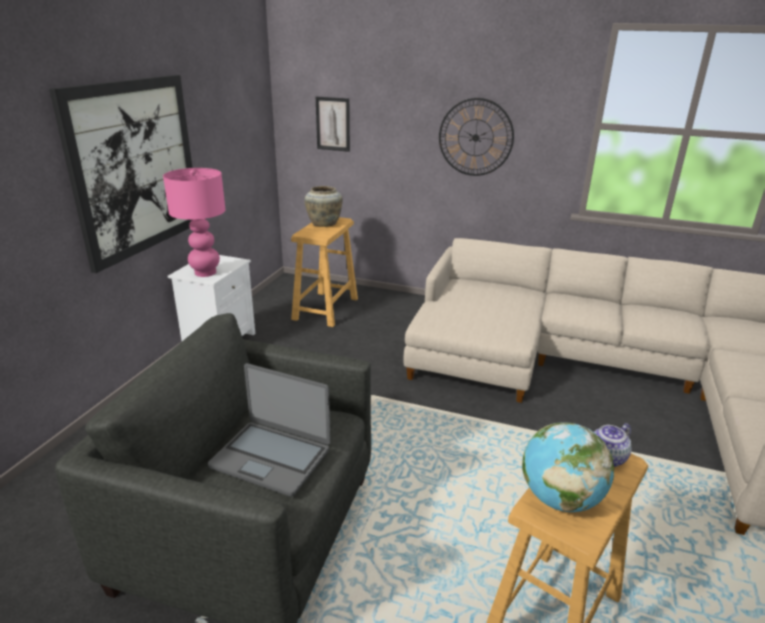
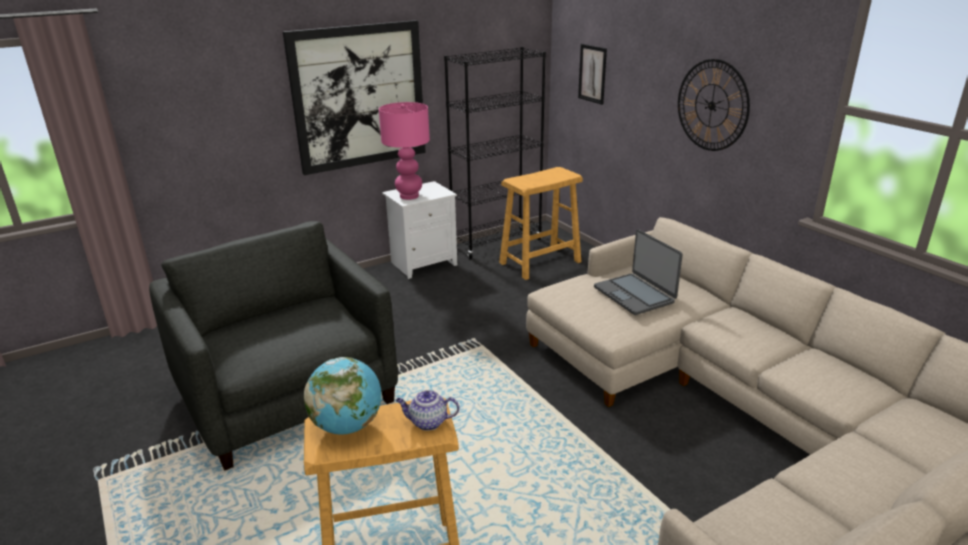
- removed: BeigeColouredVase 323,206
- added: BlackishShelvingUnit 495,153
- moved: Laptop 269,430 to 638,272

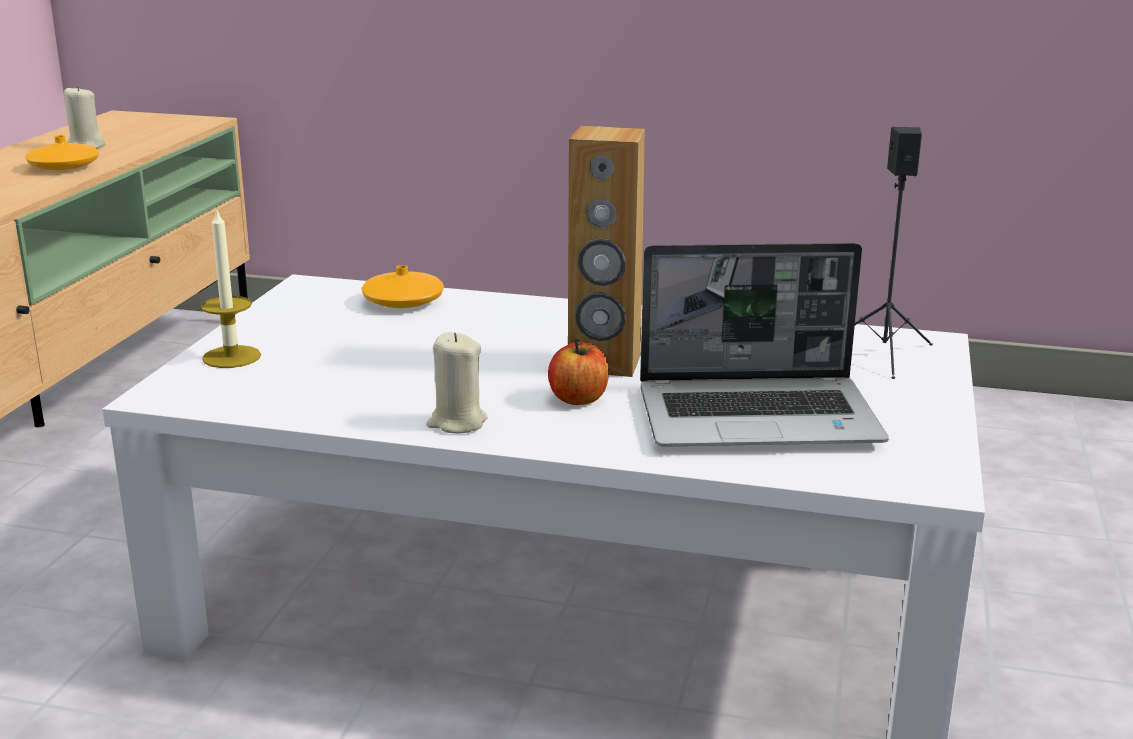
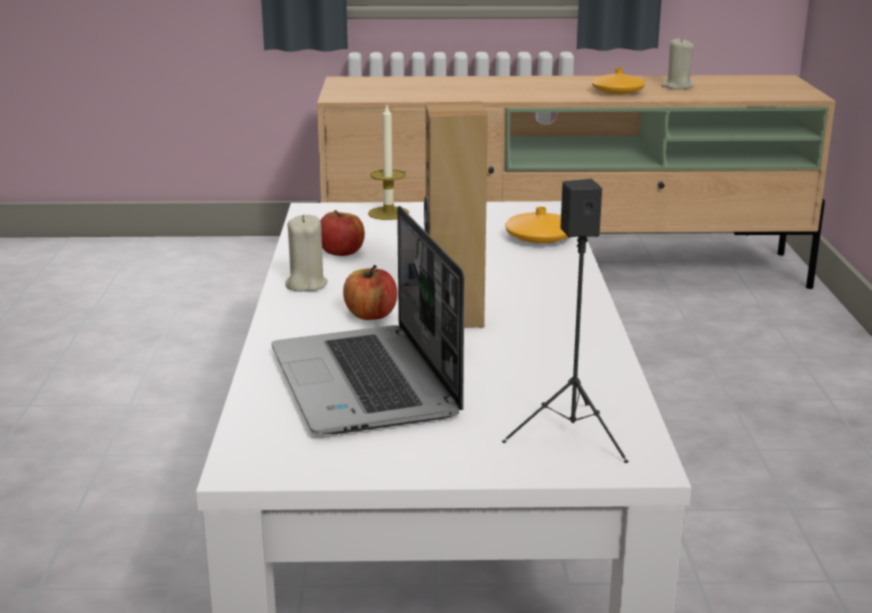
- added: WholeApple 342,233

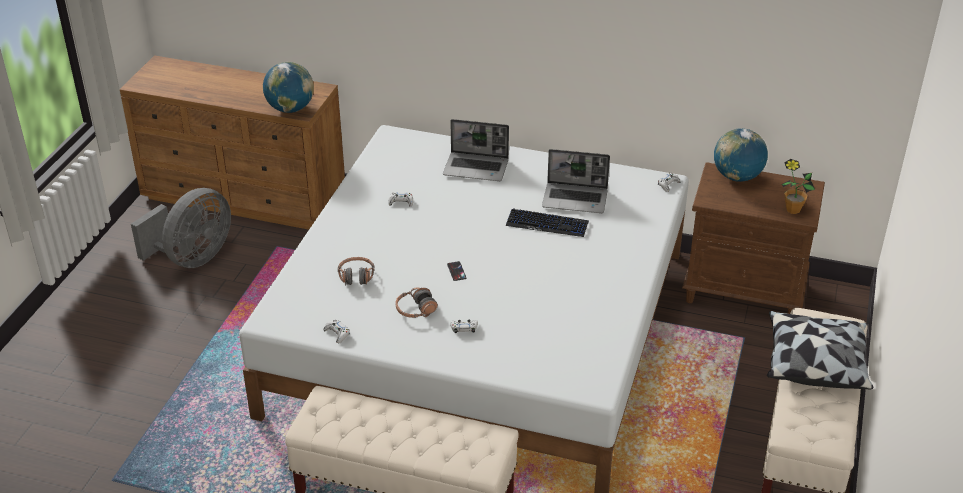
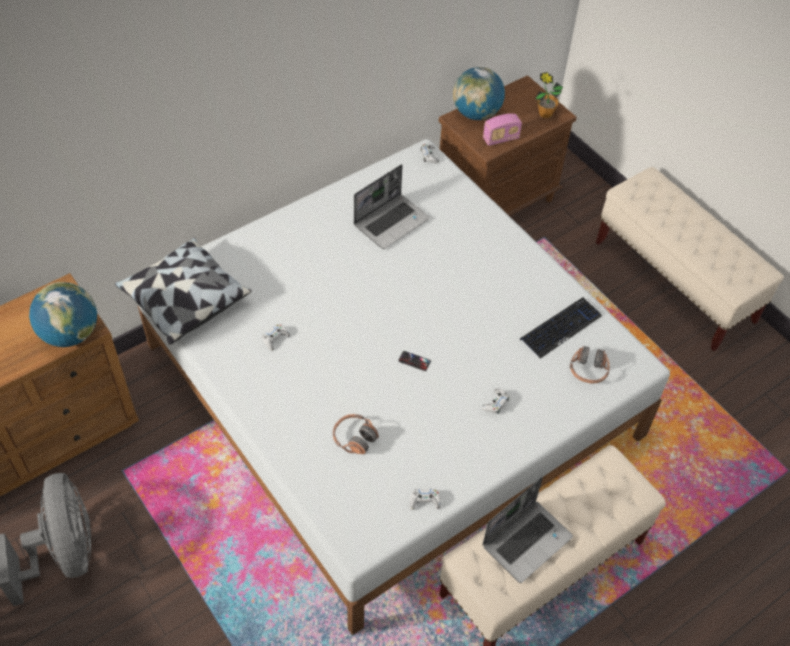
- added: Radio 502,130
- moved: PairOfHeadphones 417,303 to 590,364
- moved: Laptop 476,150 to 527,530
- moved: ComputerKeyboard 547,222 to 561,328
- moved: ThrowPillow 820,350 to 183,291

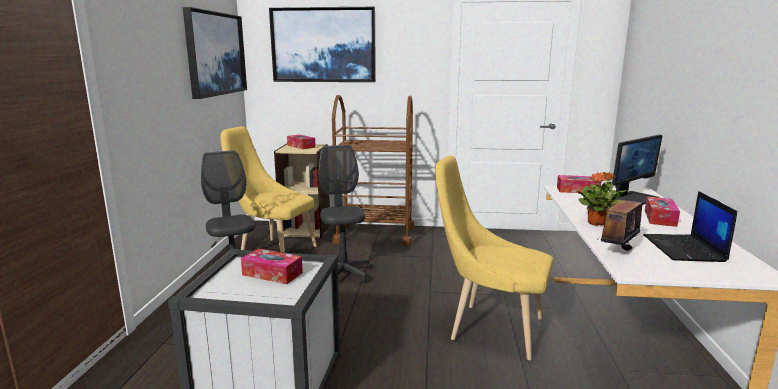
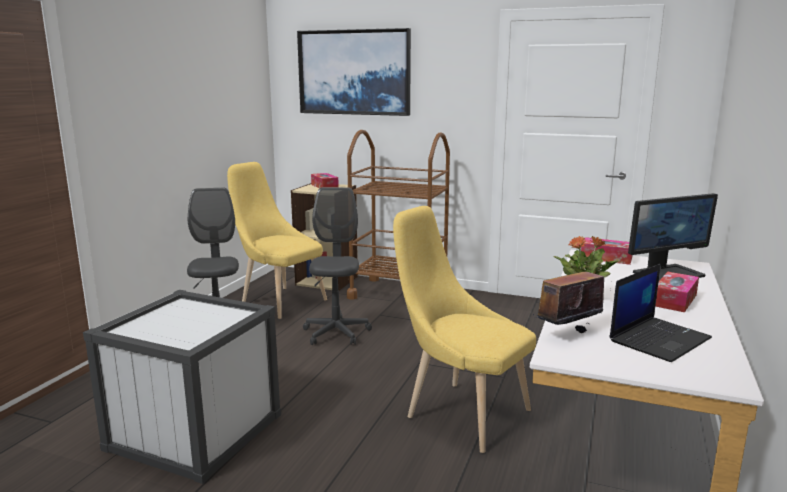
- removed: WallPicture 215,53
- removed: TissueBox 272,266
- turned: Laptop 690,226 = 660,313 150 degrees counterclockwise

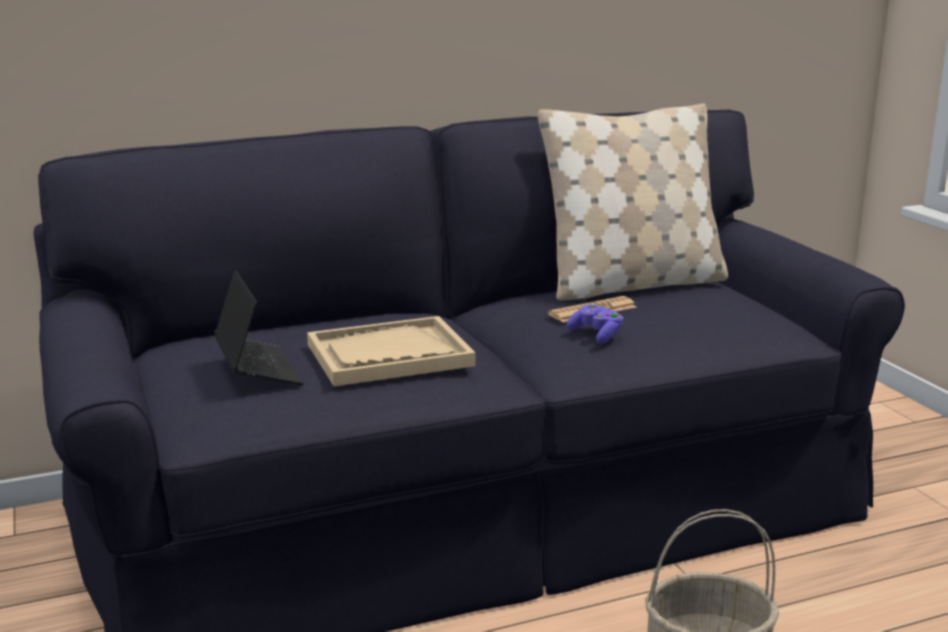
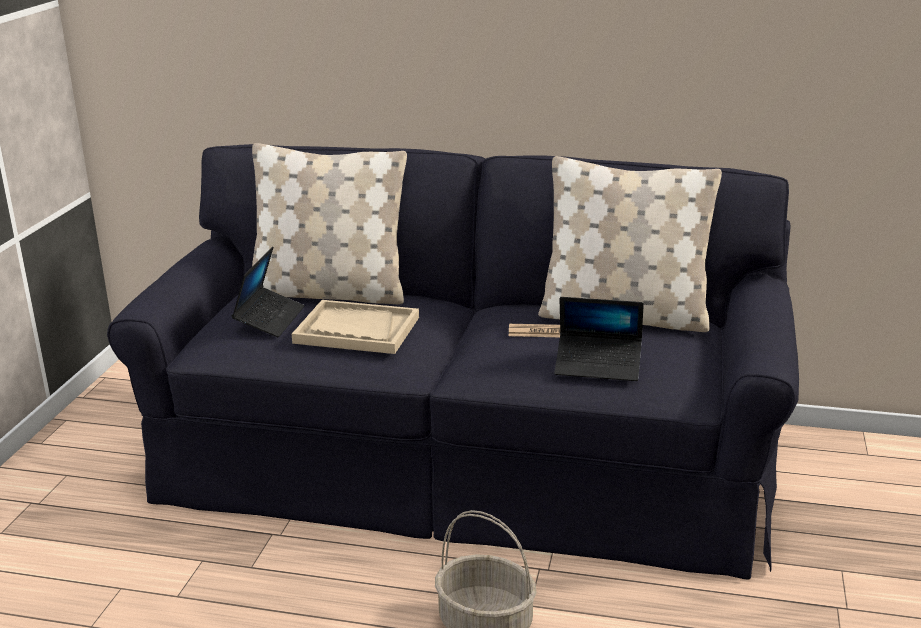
- removed: PurpleColouredJoypad 595,323
- added: BeigeColouredThrowPillow 329,224
- added: Laptop 599,339

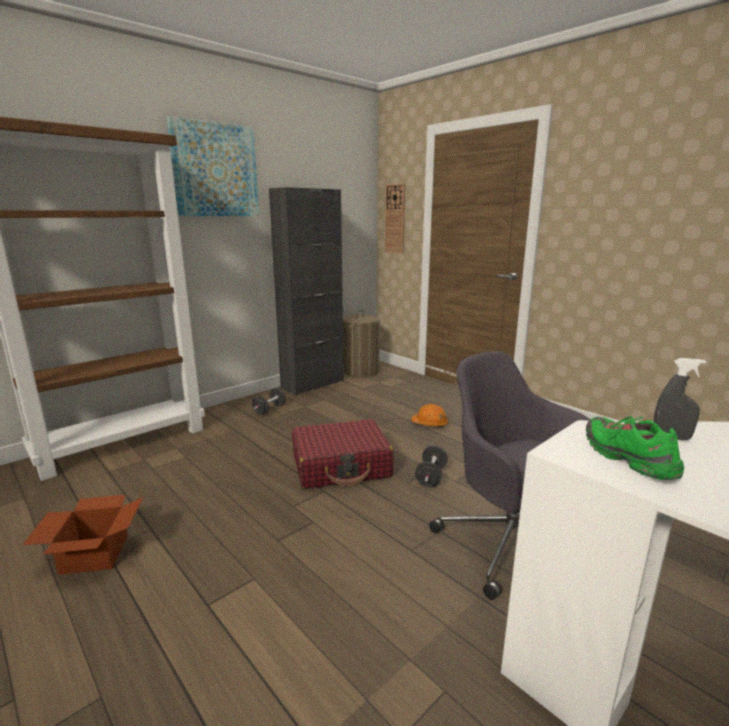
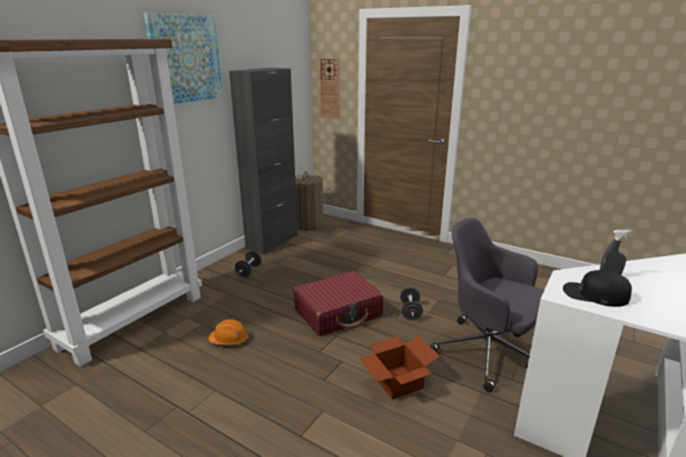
- moved: CardboardBox 83,535 to 399,368
- moved: OrangeHardHat 429,415 to 228,332
- replaced: GreenColouredShoe 635,448 to BlackishBaseballCap 597,288

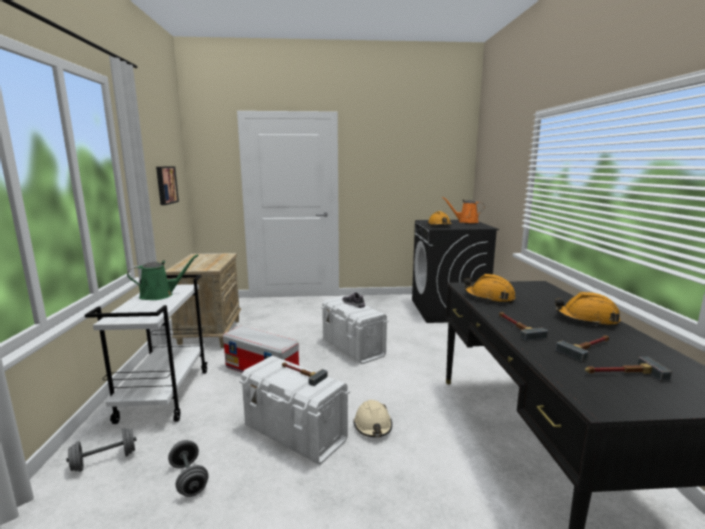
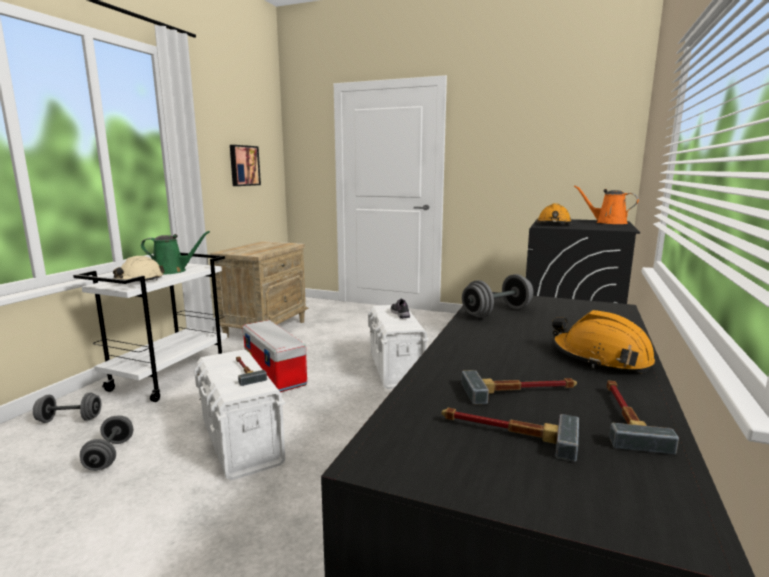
- moved: BeigeColouredHardHat 372,418 to 139,268
- moved: Hammer 523,326 to 643,417
- replaced: OrangeHardHat 490,288 to GreyHandWeight 497,296

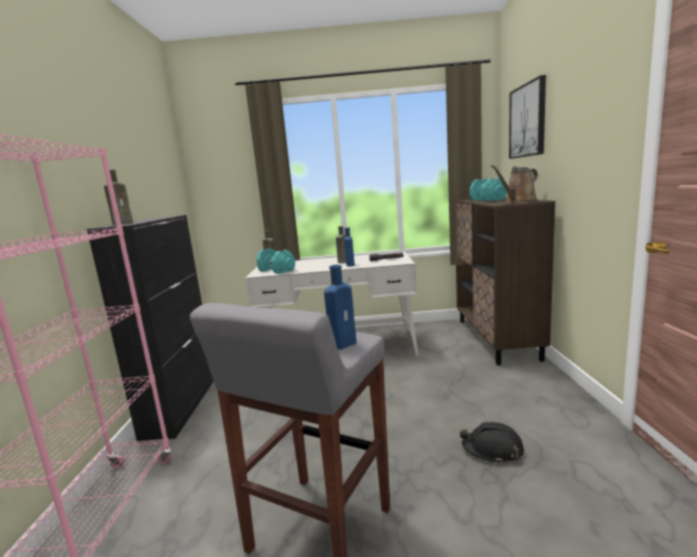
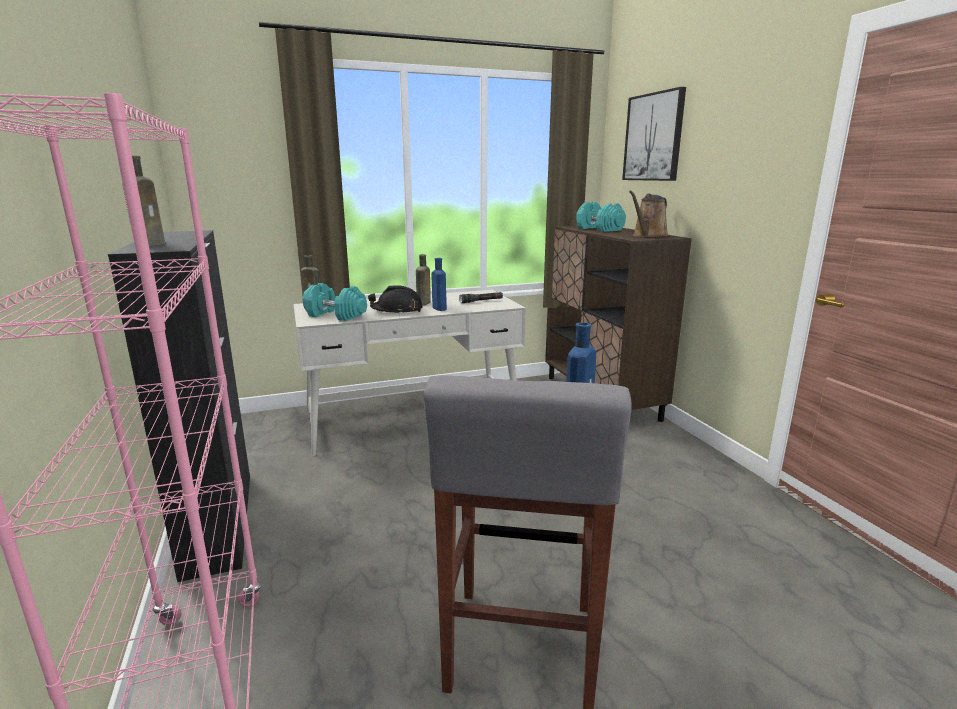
- moved: BlackishHardHat 492,443 to 395,299

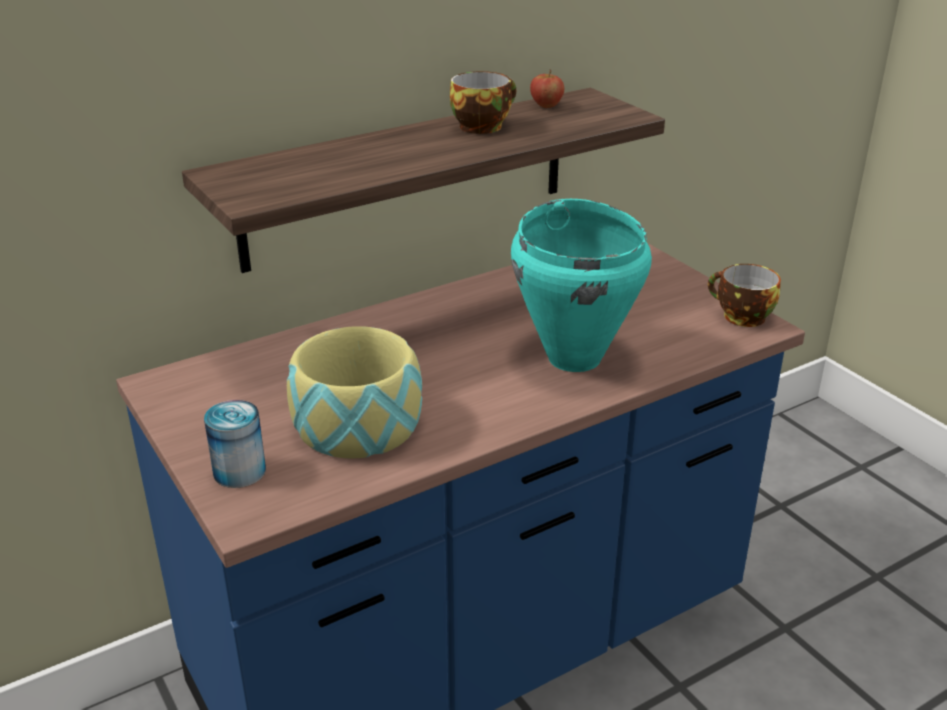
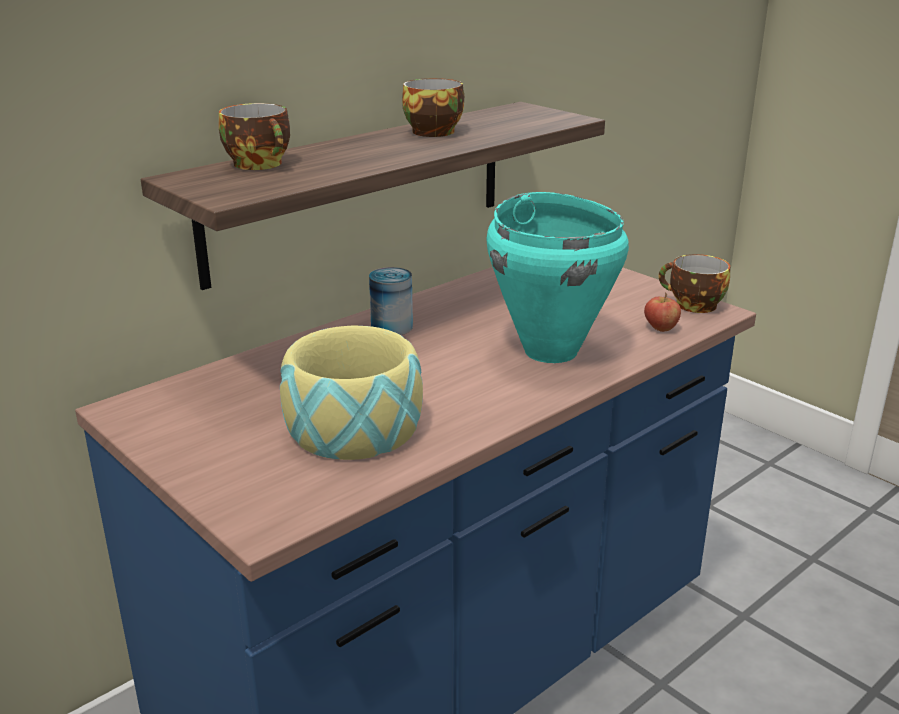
- added: Cup 254,136
- moved: Can 235,444 to 391,301
- moved: WholeApple 547,88 to 662,312

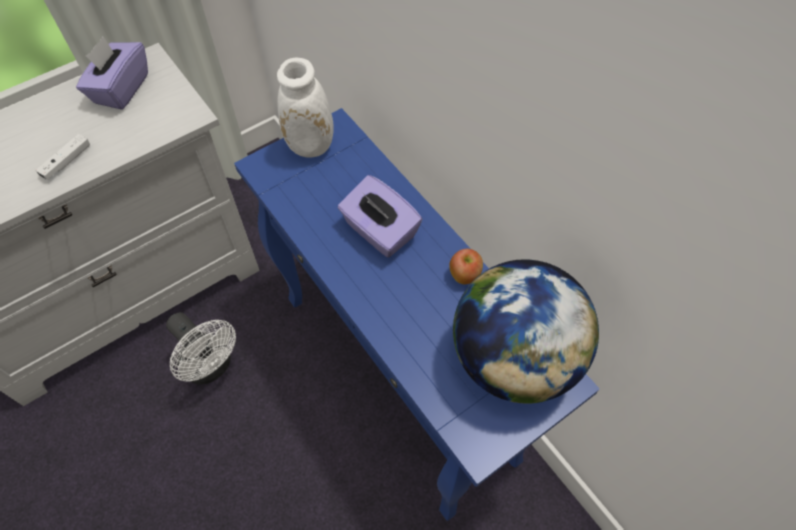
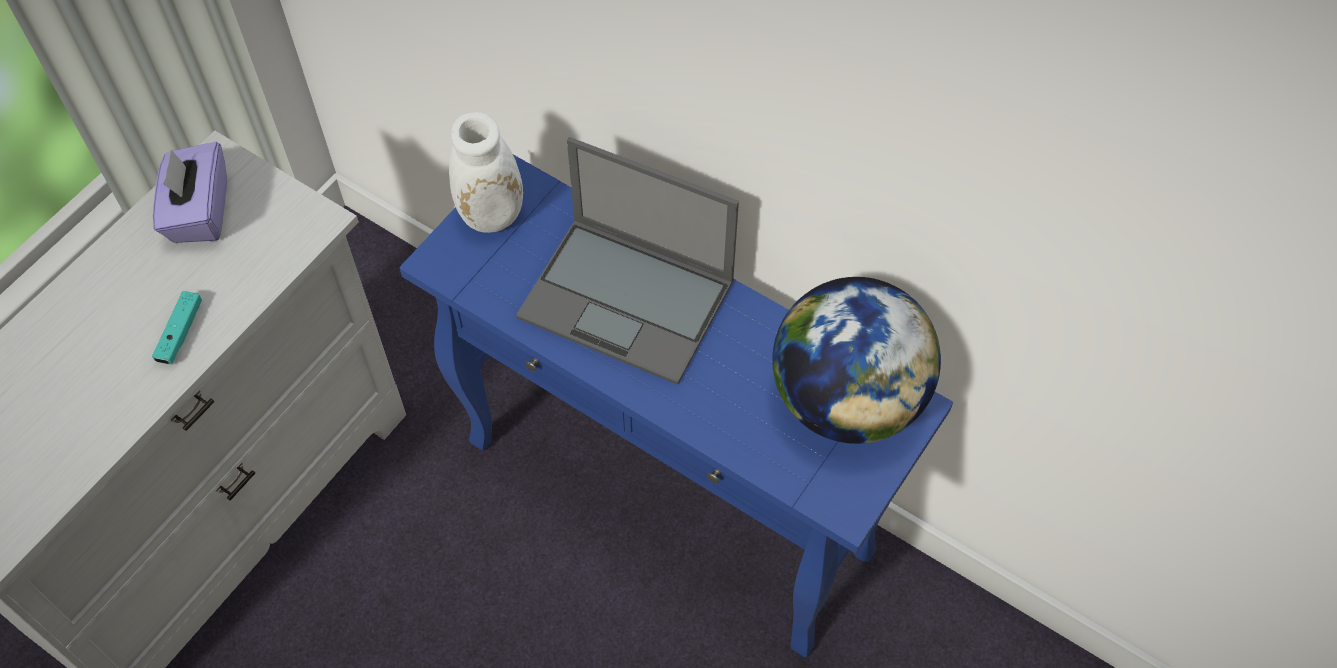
- removed: WhiteColouredCoolingFan 201,348
- removed: WholeApple 466,266
- replaced: PurpleColouredTissueBox 380,216 to Laptop 627,261
- recoloured: WhiteColouredJoypad 63,157 to BlueGreenJoypad 177,328

